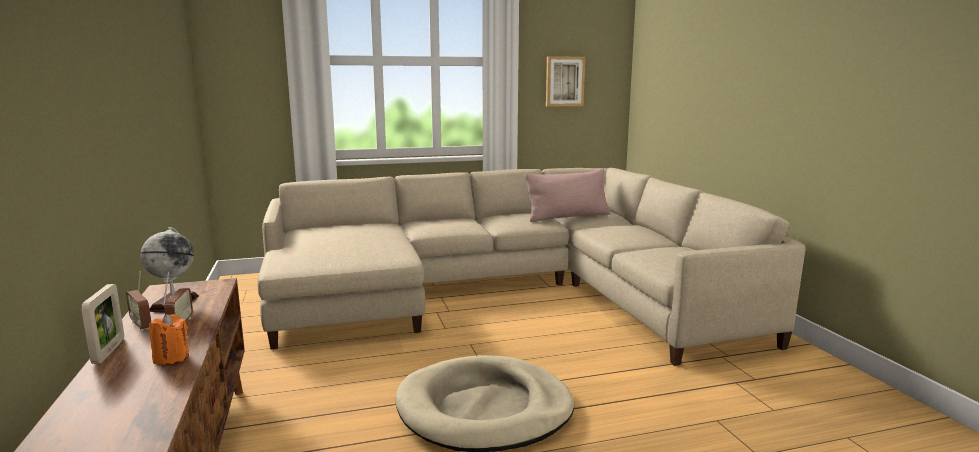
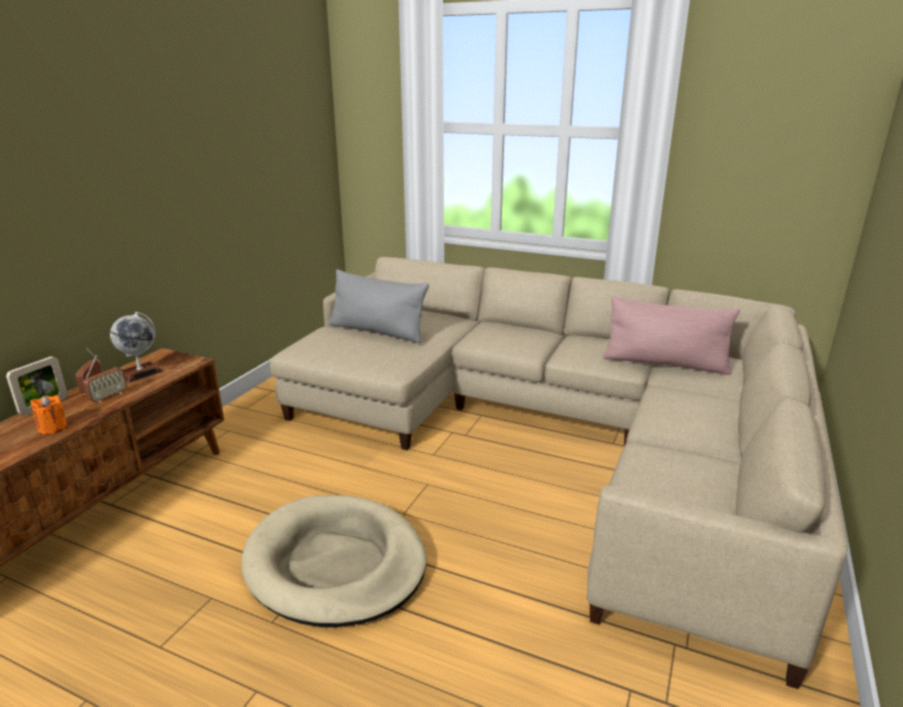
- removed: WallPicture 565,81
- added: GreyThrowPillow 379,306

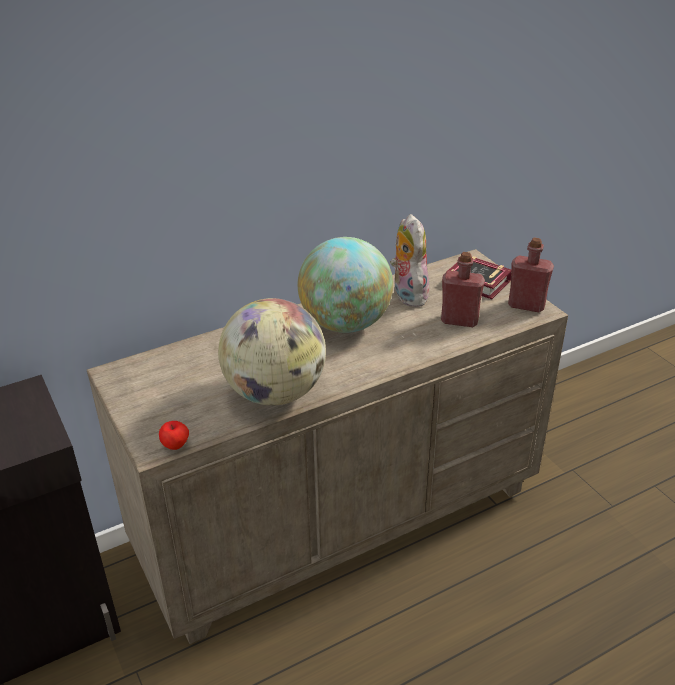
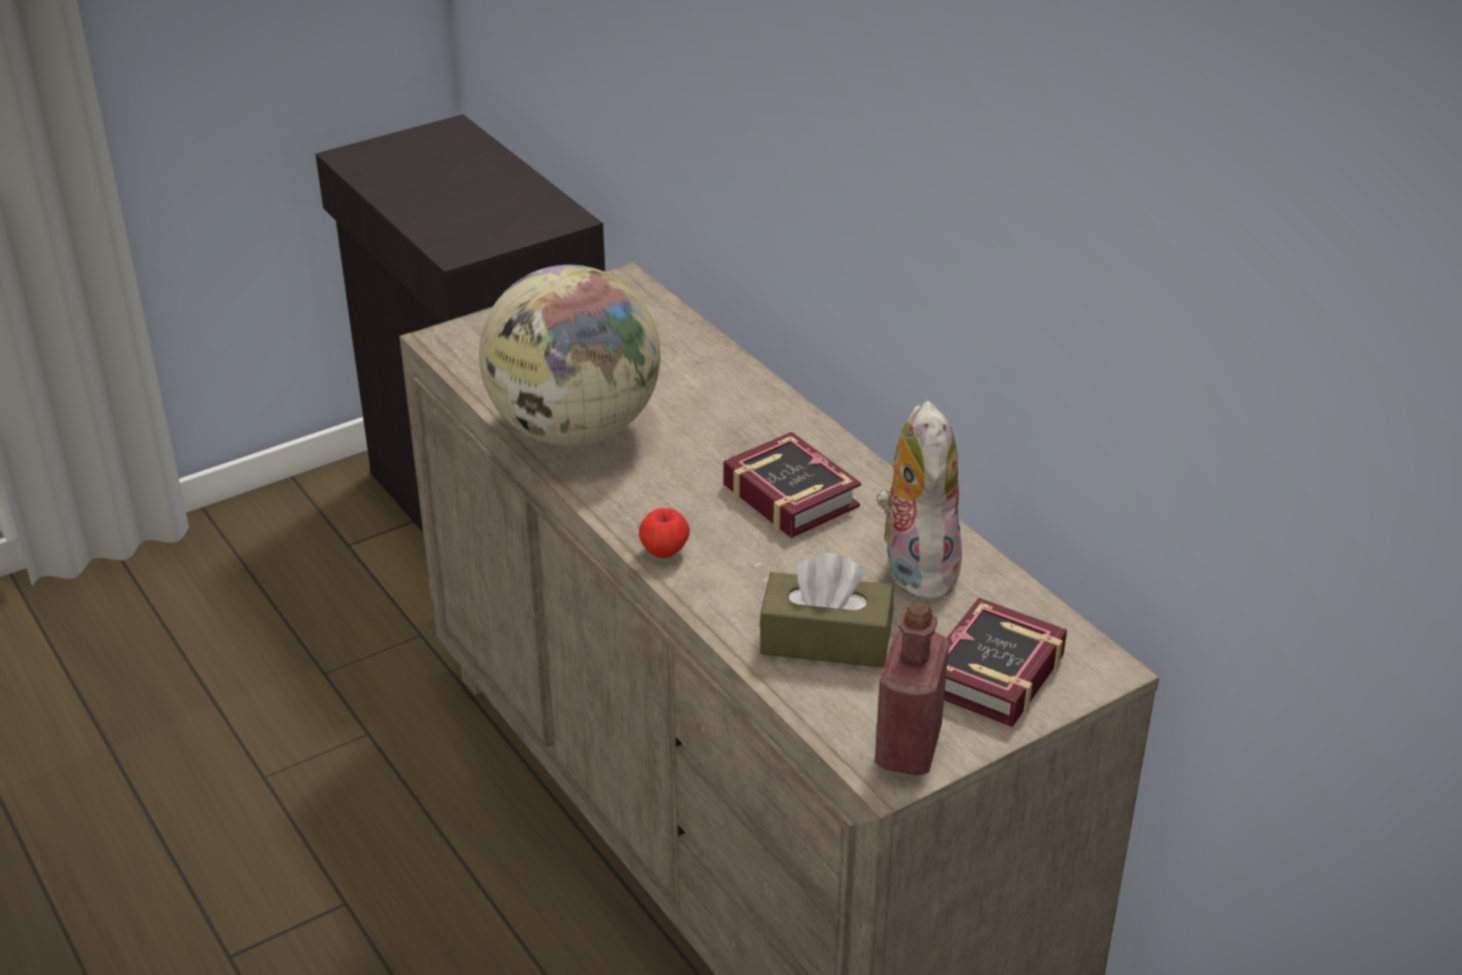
- moved: WholeApple 174,435 to 664,533
- replaced: DeskGlobe 345,285 to Book 792,485
- replaced: ReddishBottle 463,289 to BrownColouredTissueBox 826,610
- turned: SoftToy 409,260 = 919,501 75 degrees counterclockwise

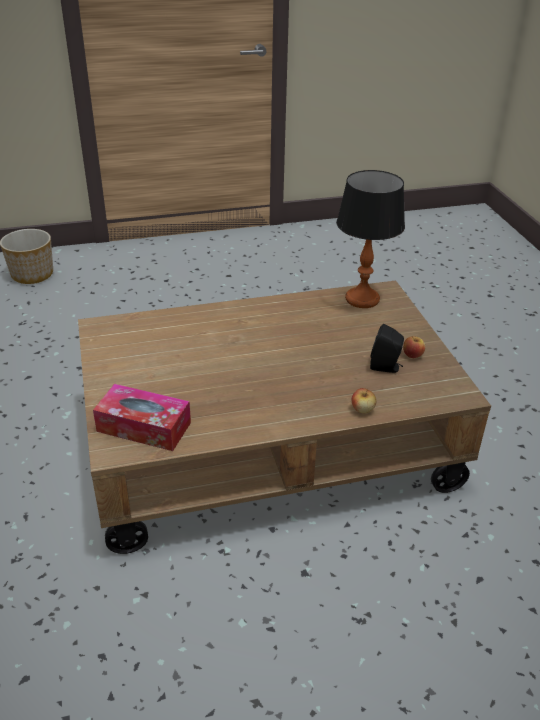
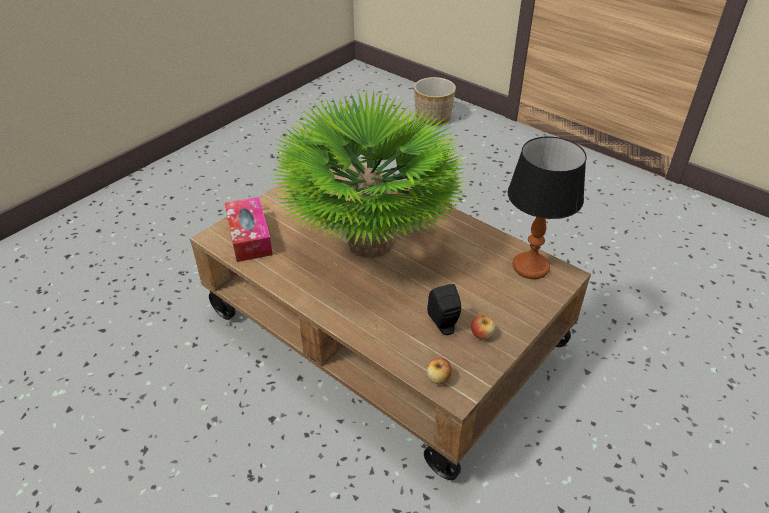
- added: Houseplant 369,174
- moved: WholeApple 363,401 to 439,371

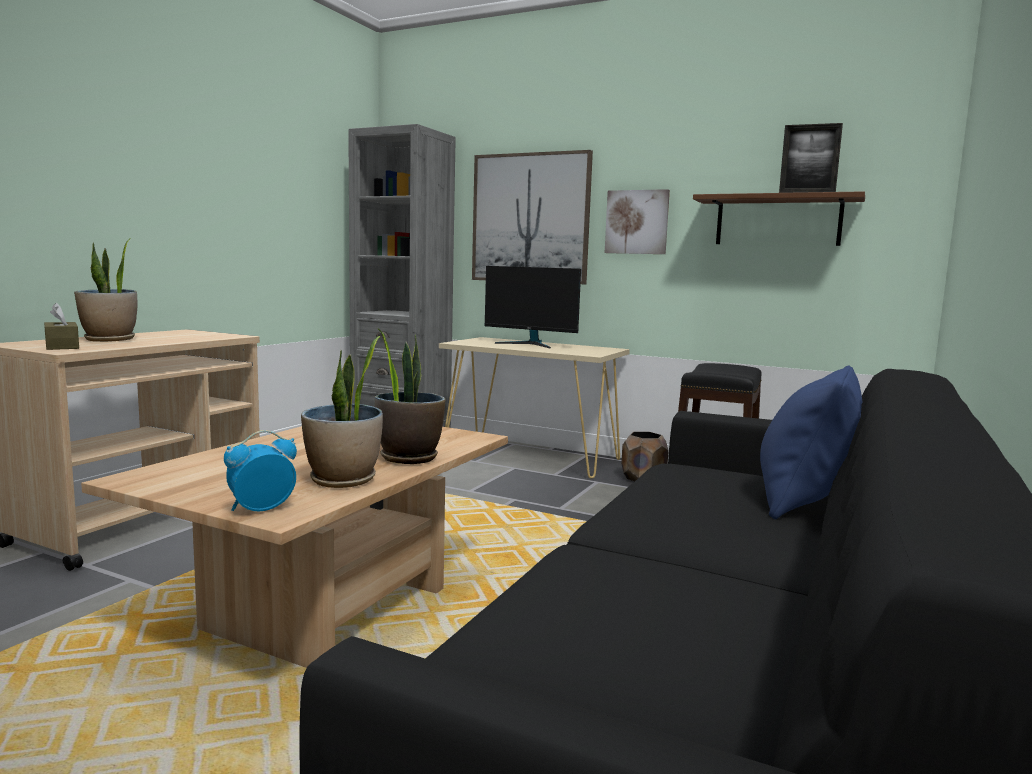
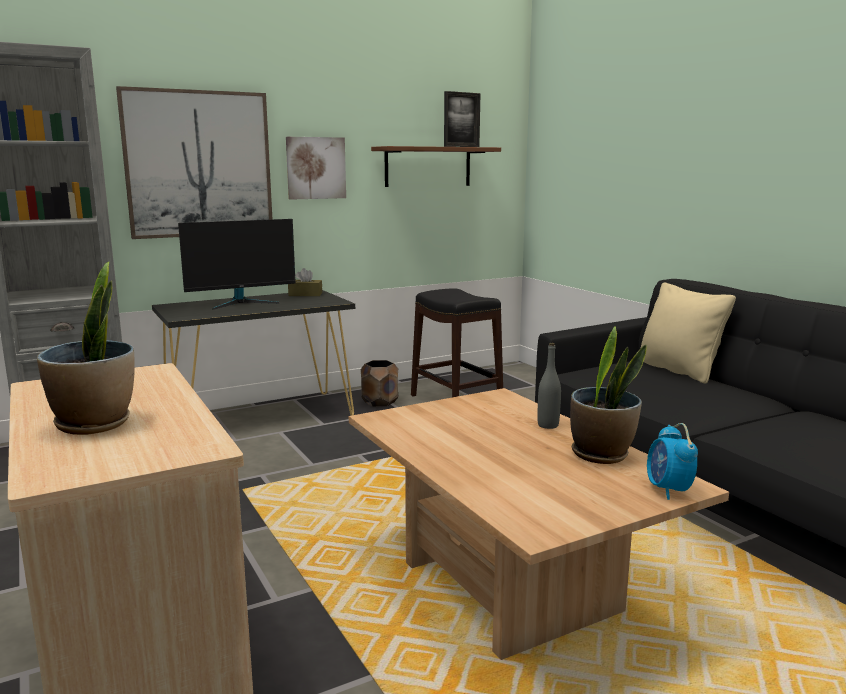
- moved: BrownColouredTissueBox 61,326 to 305,282
- replaced: Houseplant 410,396 to GreyBottle 549,386
- recoloured: BeigeColouredNarrowTable 534,407 to BlackishNarrowTable 253,353
- recoloured: BlueColouredThrowPillow 811,442 to BeigeColouredThrowPillow 688,333

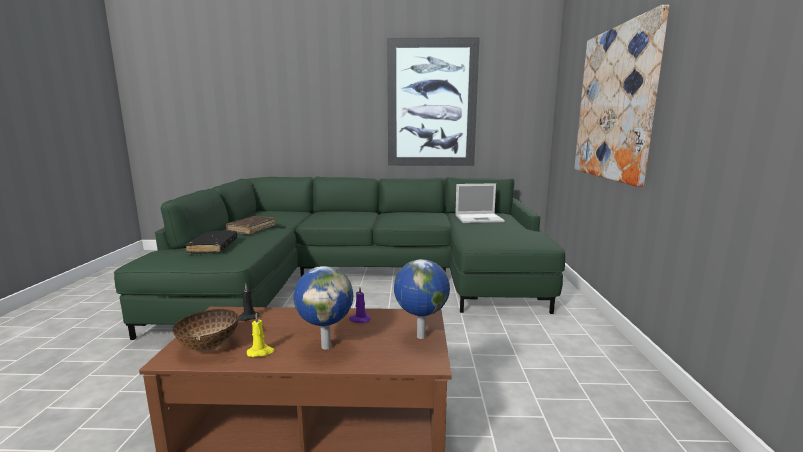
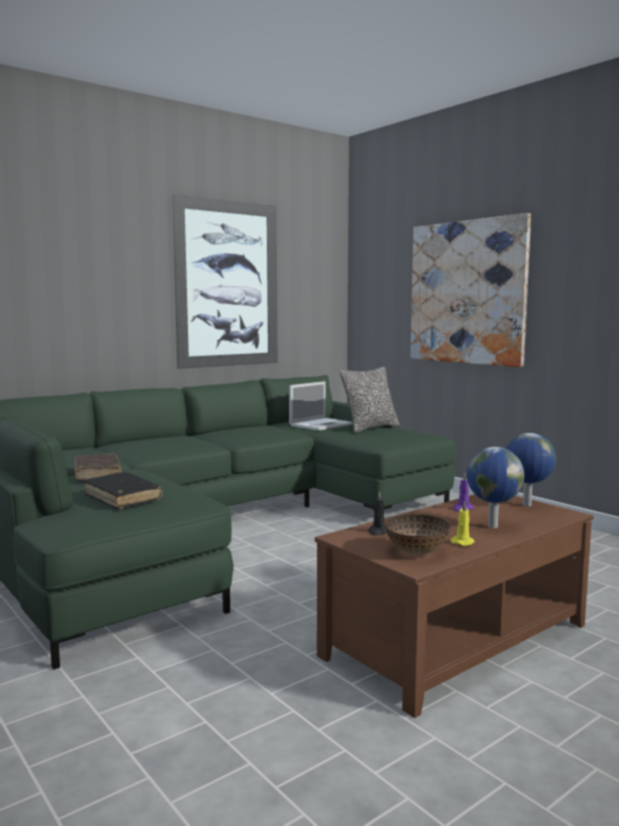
- added: ThrowPillow 369,400

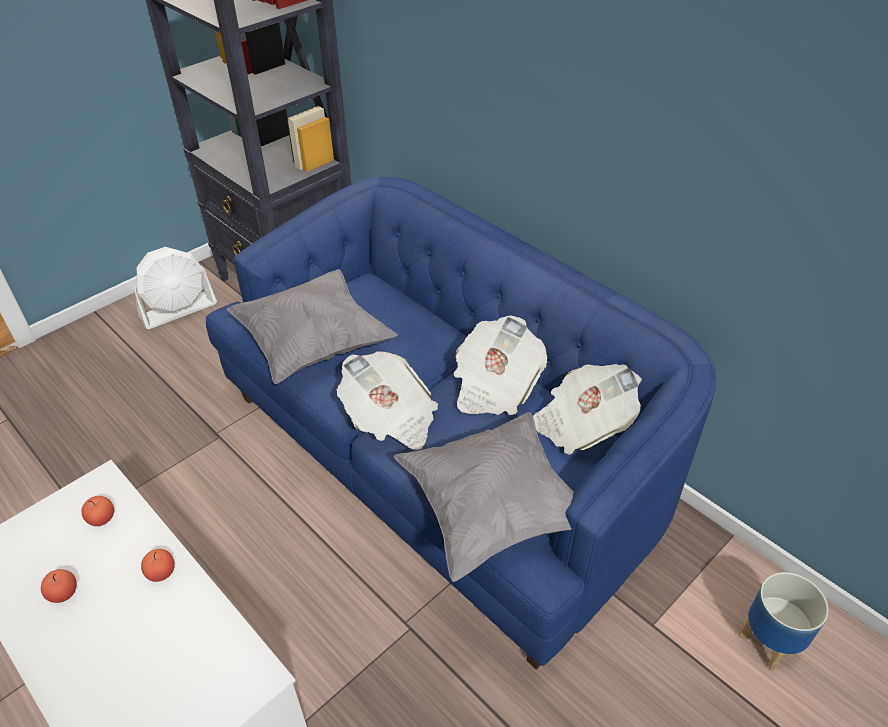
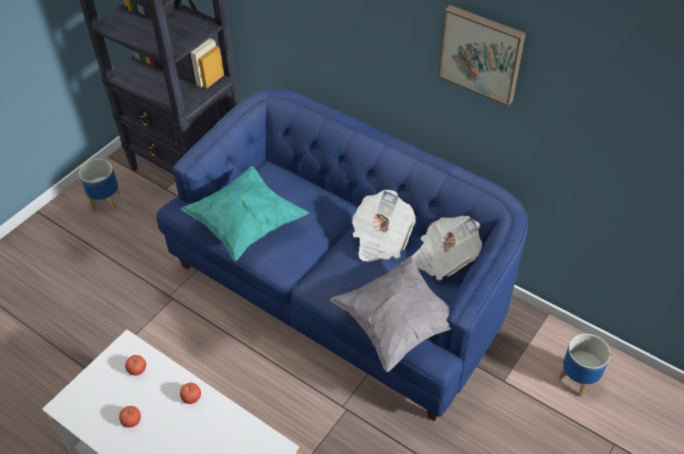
- removed: Newspaper 387,400
- added: WallPicture 482,55
- replaced: WhiteColouredCoolingFan 175,288 to FlowerPot 99,184
- recoloured: GreyThrowPillow 312,326 to BlueGreenThrowPillow 245,213

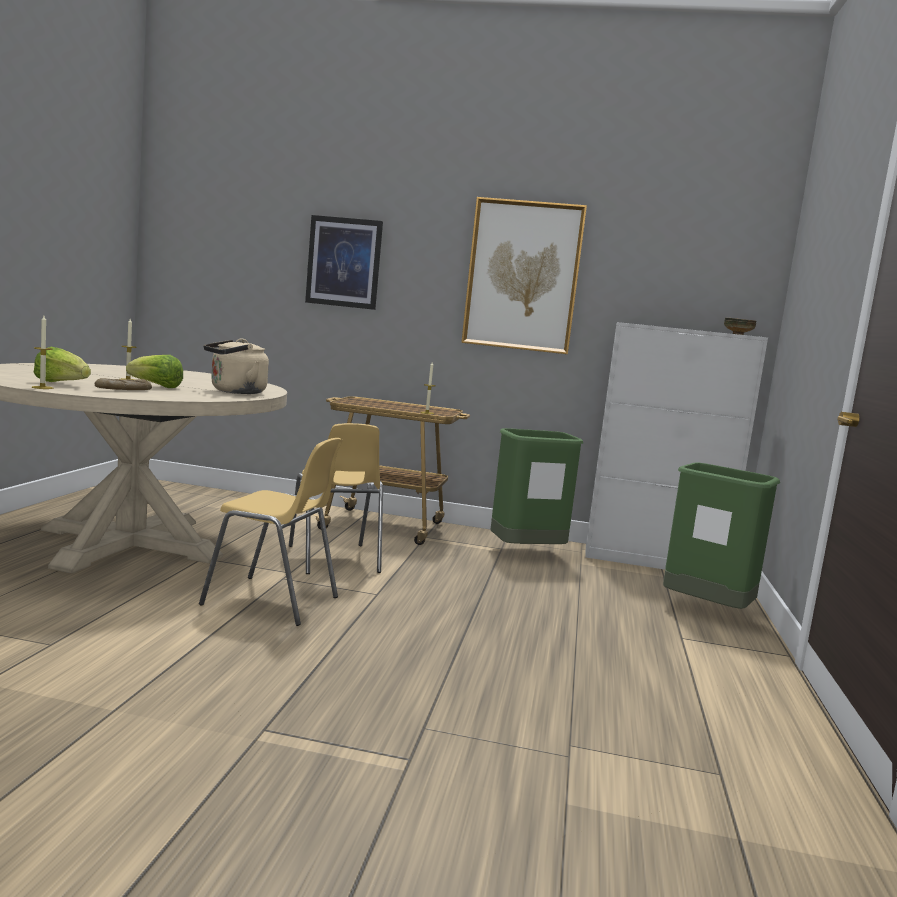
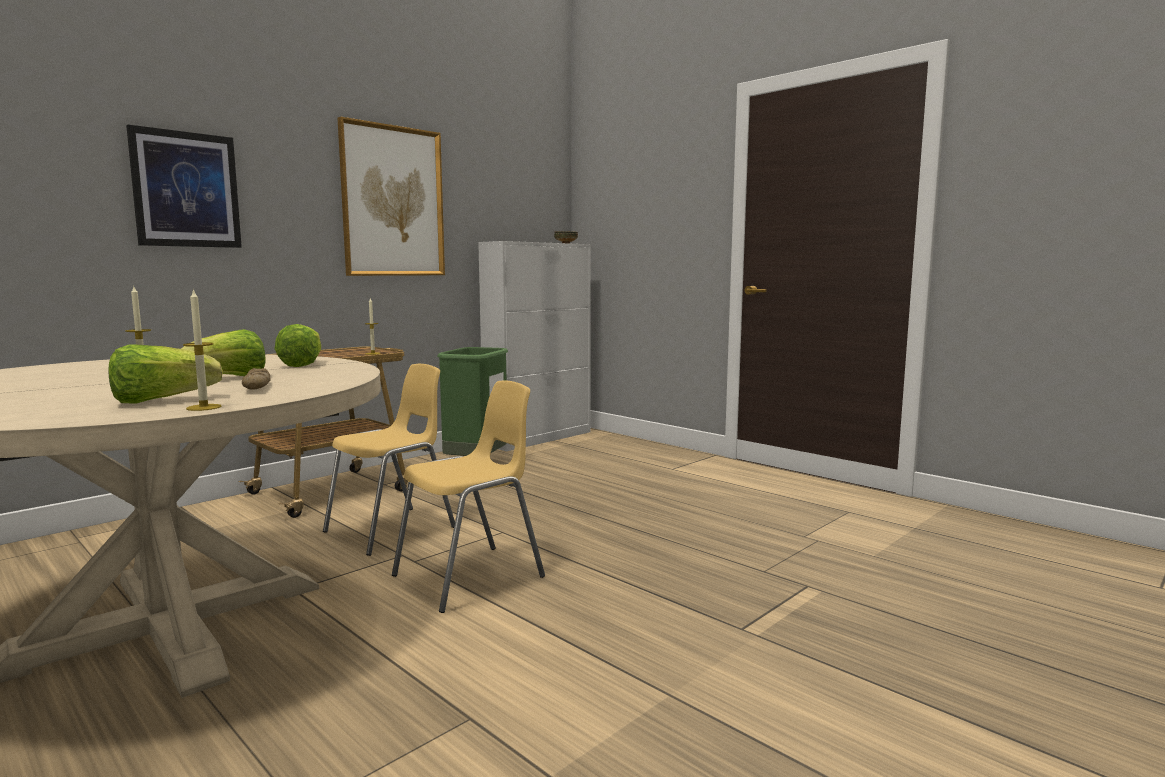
- removed: GreenColouredRubbishBin 721,536
- replaced: BeigeColouredTeaKettle 236,366 to Lettuce 298,345
- turned: YellowPlainChair 336,498 = 389,460 60 degrees counterclockwise

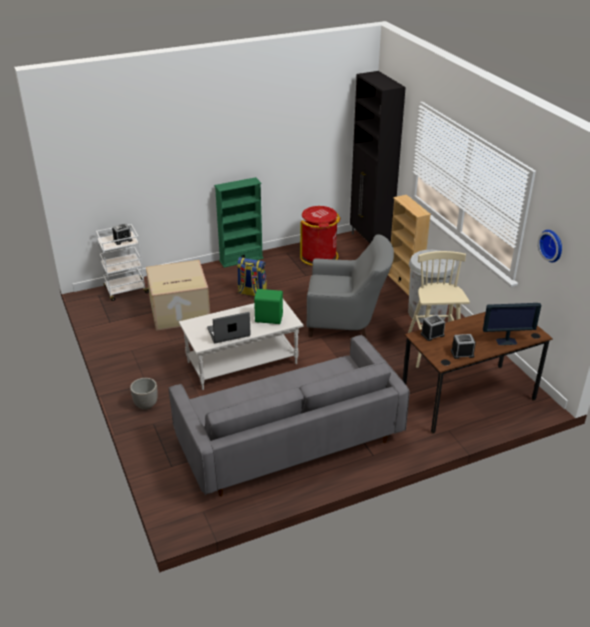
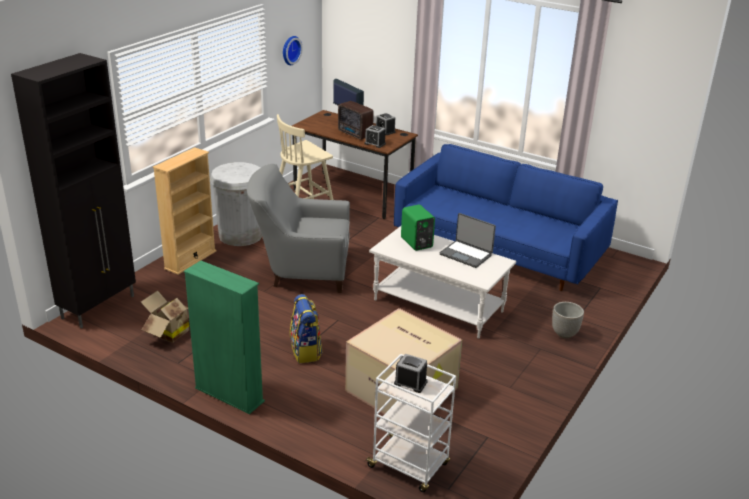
- added: Radio 356,120
- replaced: ReddishRubbishBin 320,236 to CardboardBox 165,316
- recoloured: GreySofa 289,416 to BlueColouredSofa 506,217
- turned: GreyEasyChair 350,285 = 298,228 60 degrees counterclockwise

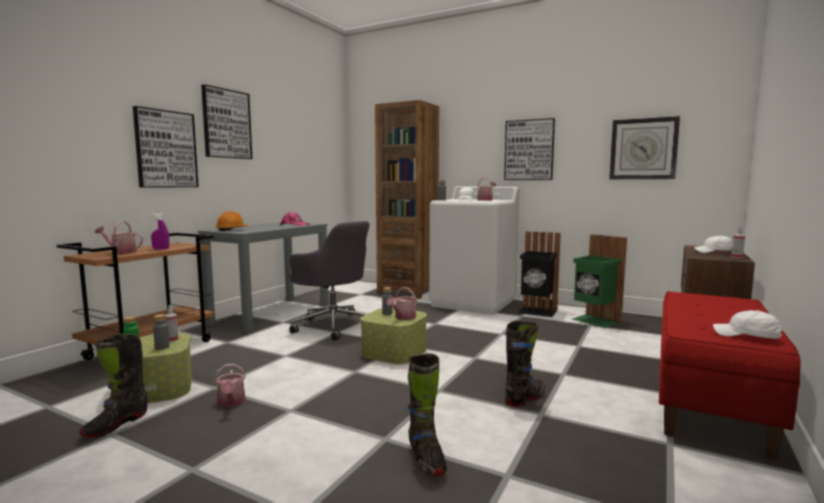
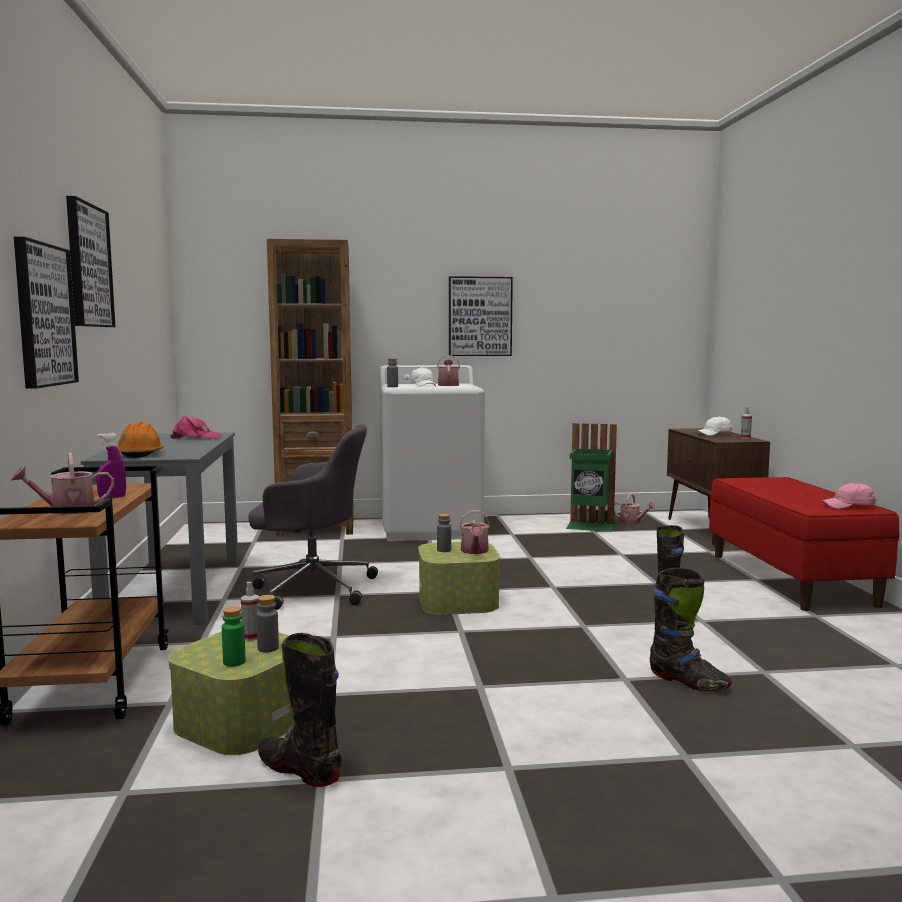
- removed: BlackishRubbishBin 539,274
- removed: HangingClock 644,147
- moved: WateringCan 230,385 to 635,509
- recoloured: WhiteColouredBaseballCap 747,324 to PinkBaseballCap 849,496
- turned: BlackishHighTopBoot 113,385 = 300,710 135 degrees clockwise

